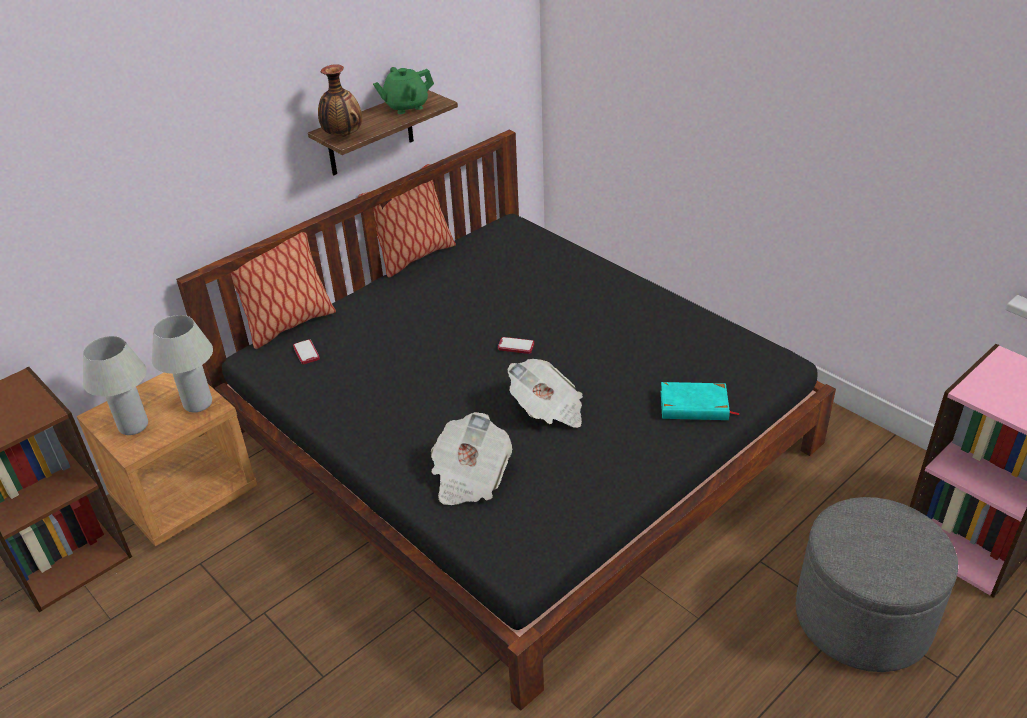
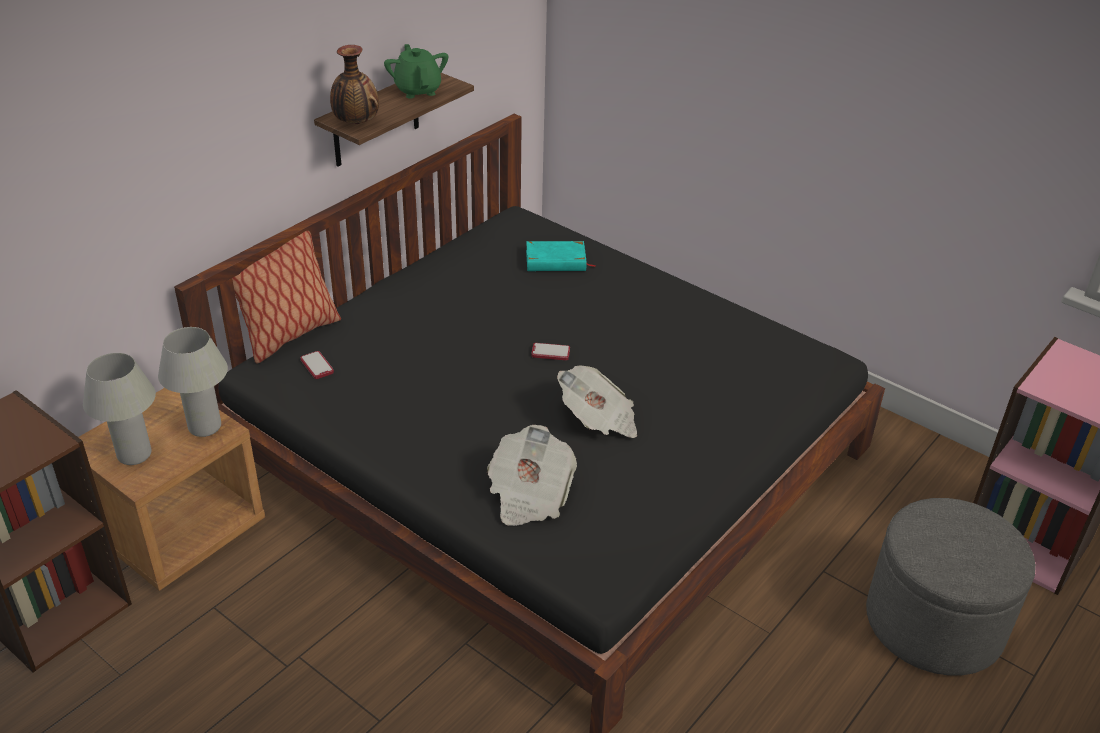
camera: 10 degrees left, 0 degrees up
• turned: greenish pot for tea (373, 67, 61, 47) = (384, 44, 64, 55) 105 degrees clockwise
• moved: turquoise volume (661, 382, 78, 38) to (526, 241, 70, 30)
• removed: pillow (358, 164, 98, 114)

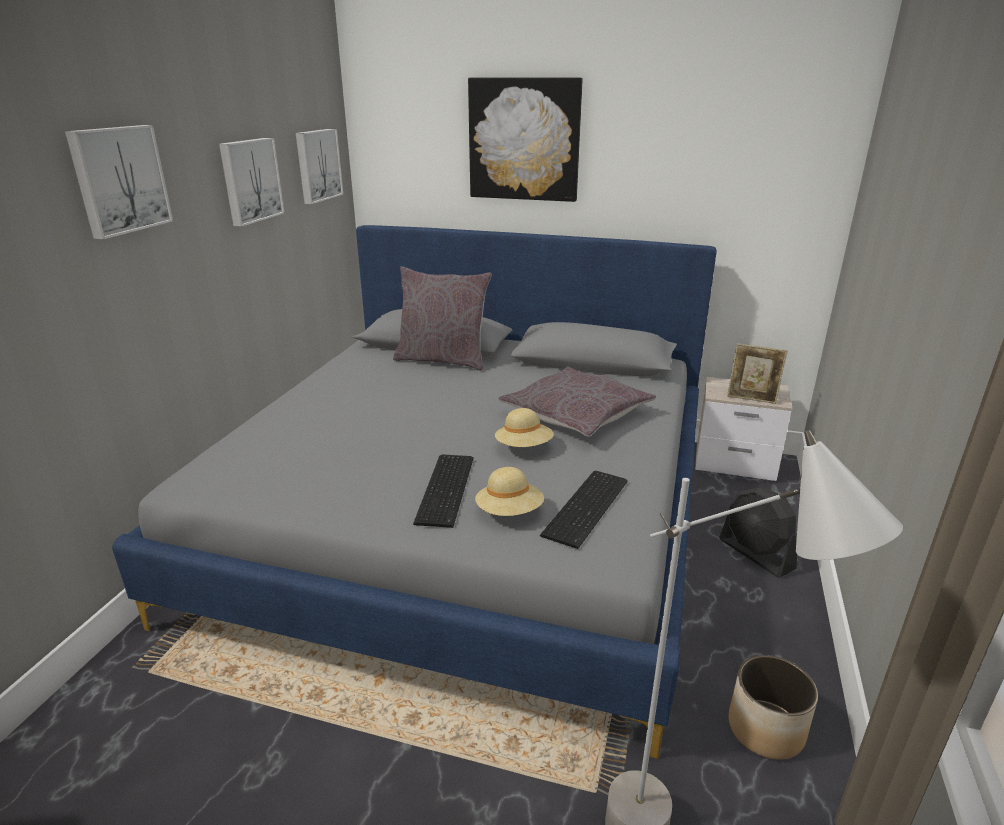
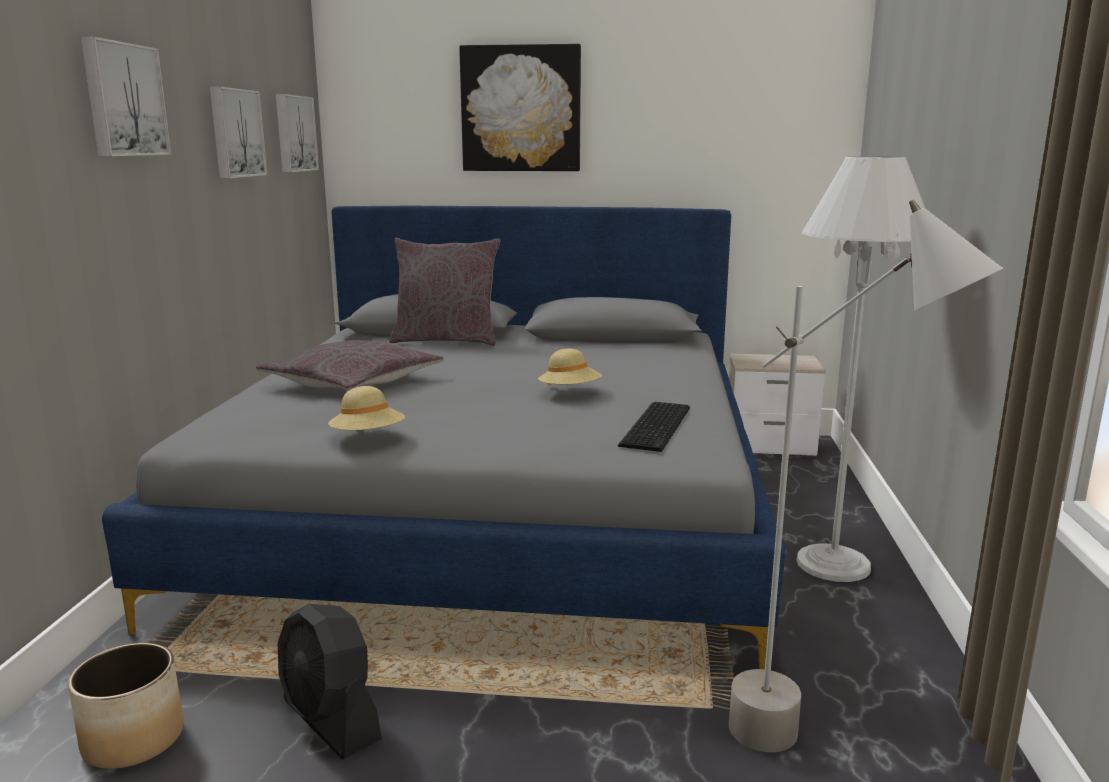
camera: 10 degrees left, 10 degrees down
• moved: planter (729, 655, 89, 105) to (68, 643, 116, 126)
• moved: grey pillow (498, 367, 158, 70) to (256, 340, 188, 50)
• moved: black-coloured electric fan (719, 488, 78, 90) to (278, 604, 104, 155)
• moved: beige wearable hat (475, 467, 69, 49) to (328, 386, 77, 44)
• added: white-coloured floor lamp (796, 156, 129, 426)
• removed: computer keyboard (413, 454, 61, 74)
• removed: standing frame (727, 343, 61, 61)

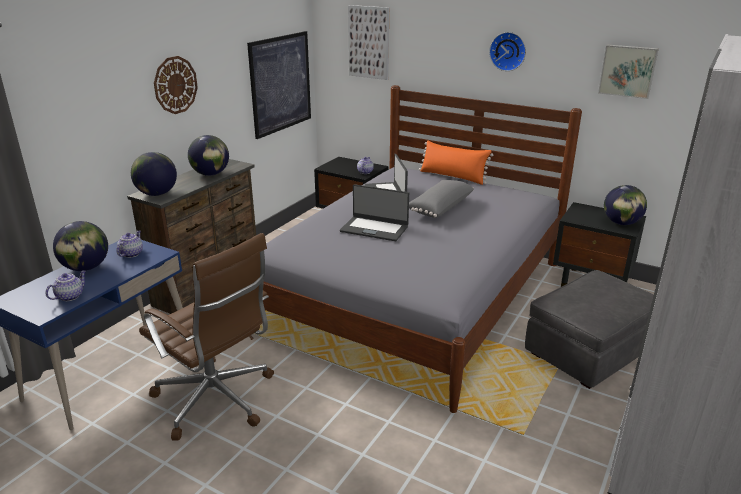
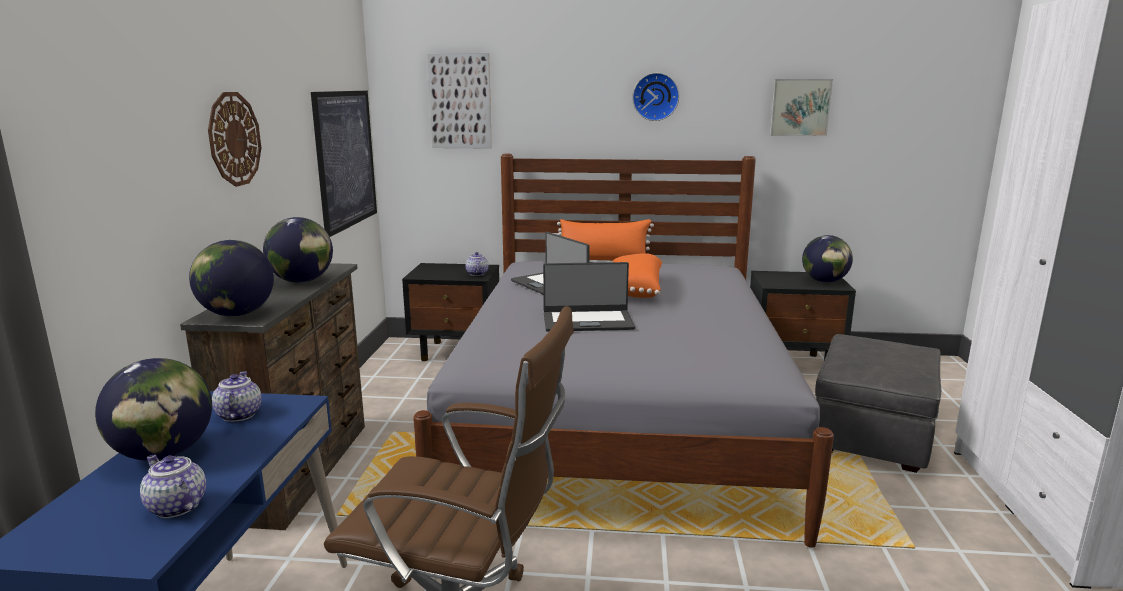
camera: 25 degrees left, 10 degrees down
• turned: pot for tea (45, 270, 41, 31) = (140, 454, 66, 64) 60 degrees counterclockwise
• recoloured: grey pillow (409, 180, 65, 38) to orange-coloured pillow (613, 253, 49, 45)

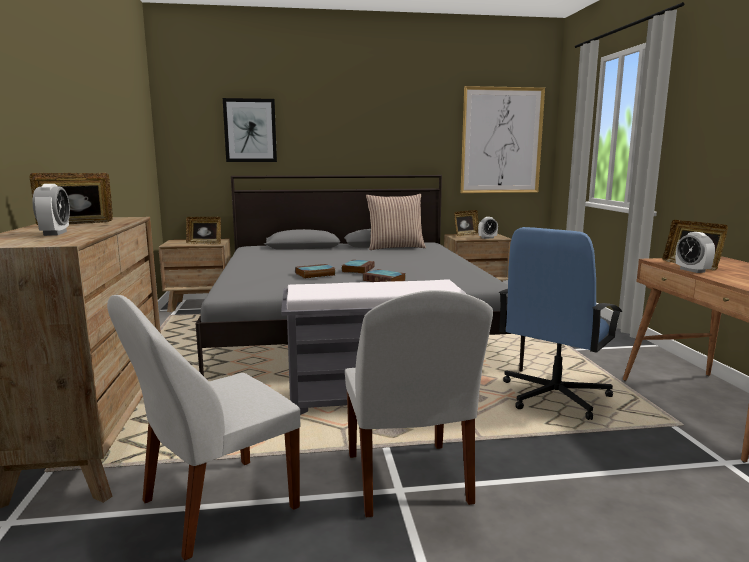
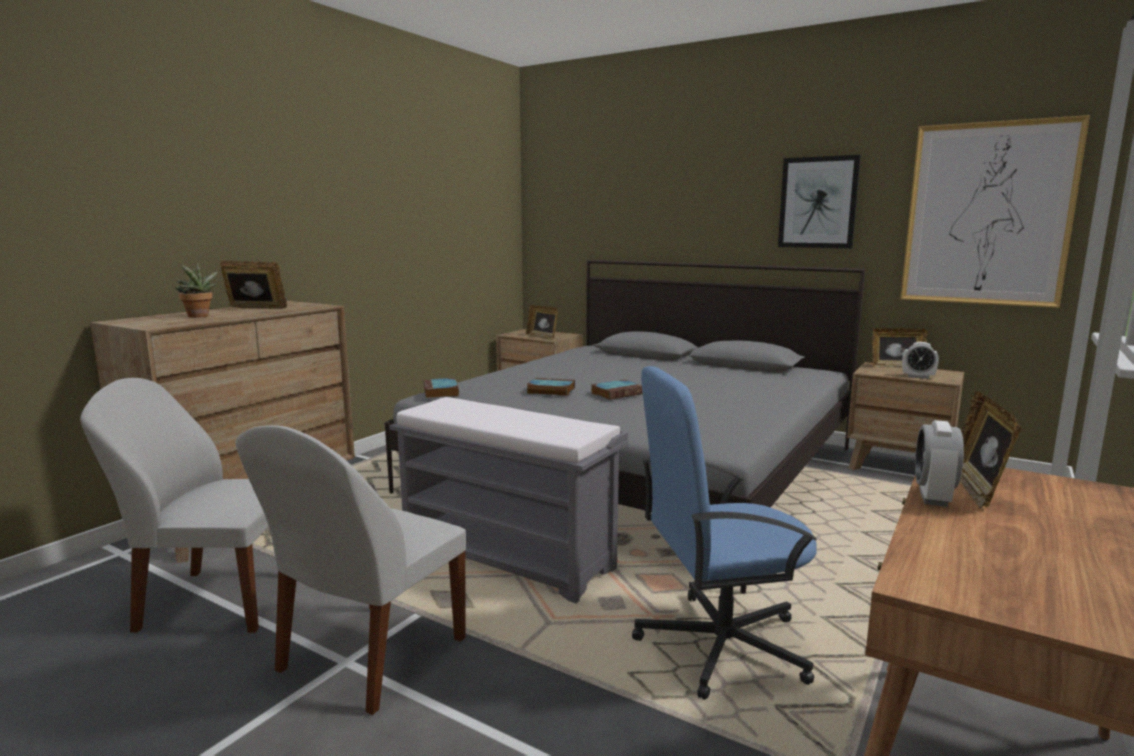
camera: 40 degrees right, 0 degrees up
• replaced: alarm clock (33, 184, 37, 52) to plant in a pot (174, 262, 44, 56)
• moved: volume (363, 269, 43, 13) to (423, 378, 36, 20)
• moved: wall picture (223, 98, 54, 64) to (778, 155, 83, 93)
• removed: pillow (366, 194, 60, 56)

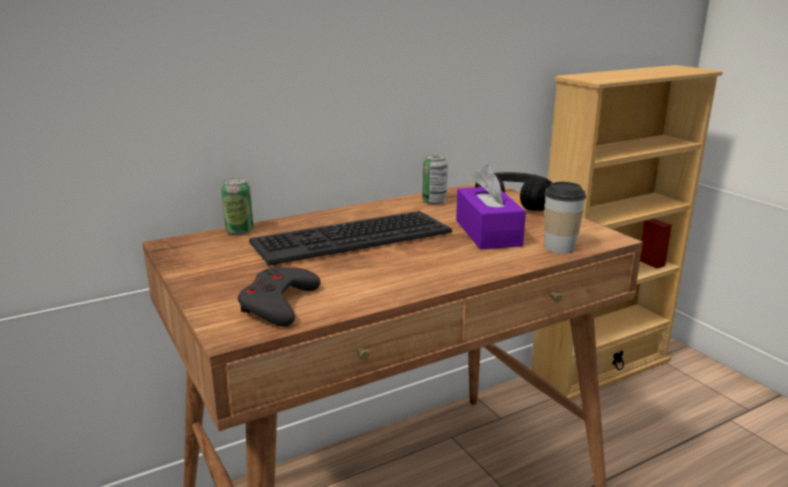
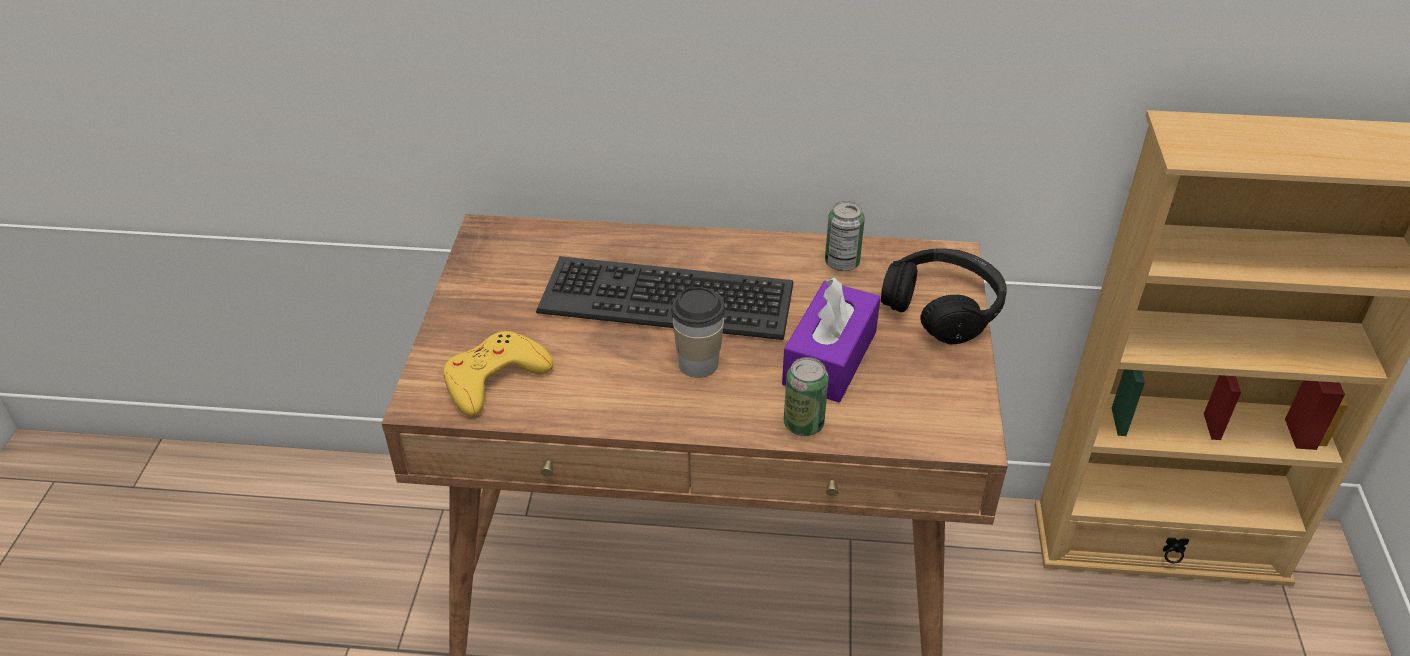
camera: 35 degrees right, 20 degrees up
• recoloured: grey game controller (238, 267, 83, 60) to yellow-coloured game controller (443, 331, 110, 86)
• moved: small cup (544, 182, 42, 71) to (671, 287, 54, 91)
• moved: metal can (221, 178, 32, 57) to (784, 357, 45, 79)

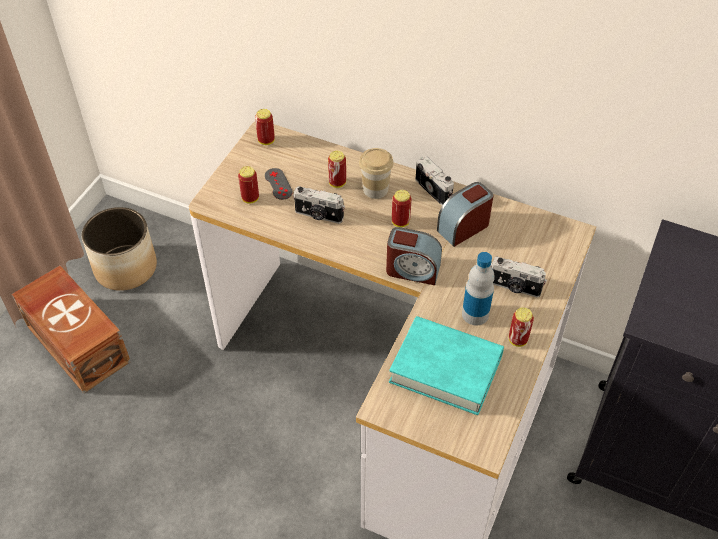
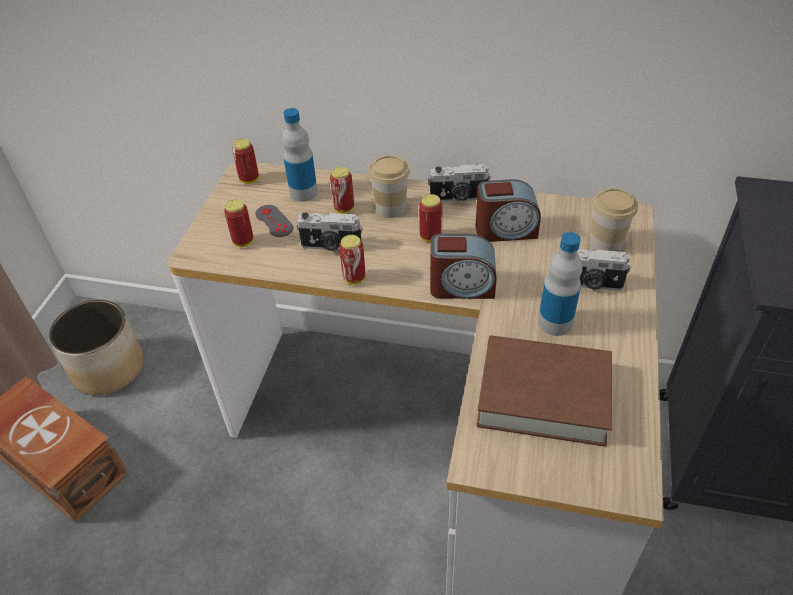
camera: 10 degrees left, 5 degrees down
• added: beverage bottle (282, 108, 36, 94)
• moved: metal can (509, 308, 25, 39) to (339, 235, 26, 50)
• turned: still camera (415, 156, 39, 49) = (428, 164, 63, 38) 135 degrees clockwise
• turned: alarm clock (437, 182, 56, 65) = (476, 179, 65, 63) 135 degrees counterclockwise
• recoloured: turquoise volume (389, 316, 115, 99) to brown-coloured volume (476, 335, 136, 112)
• added: small cup (590, 188, 48, 63)

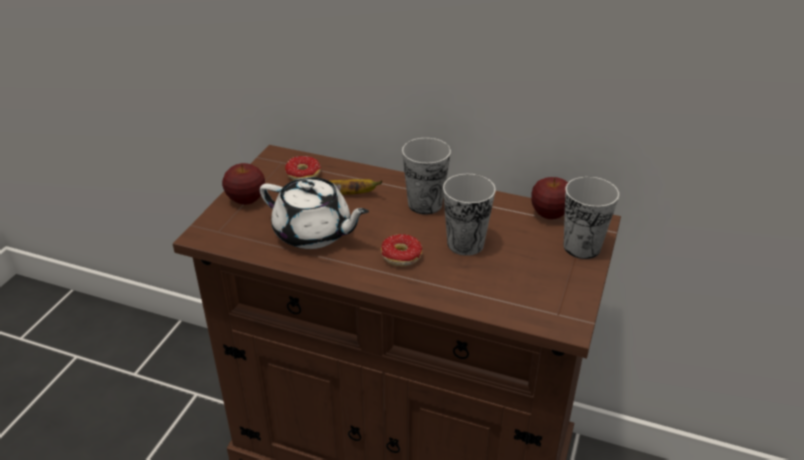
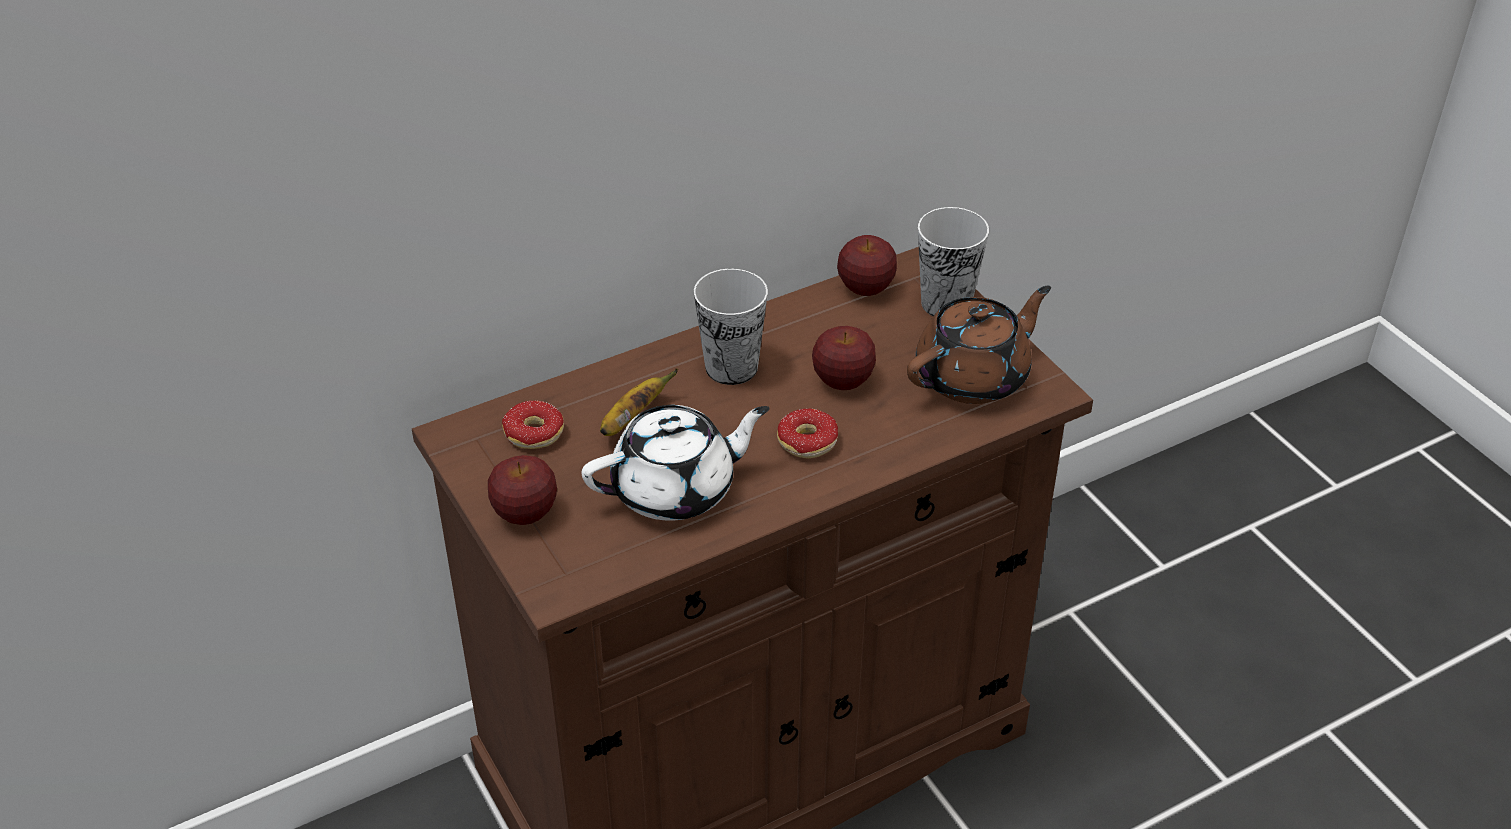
camera: 50 degrees left, 5 degrees up
• replaced: small cup (443, 174, 53, 82) to whole apple (812, 326, 64, 64)
• added: brown-coloured pot for tea (907, 286, 144, 118)

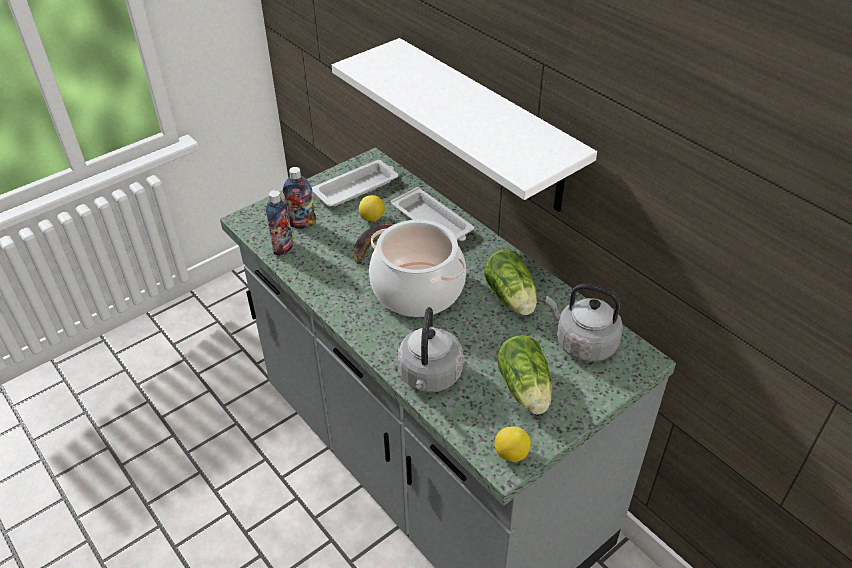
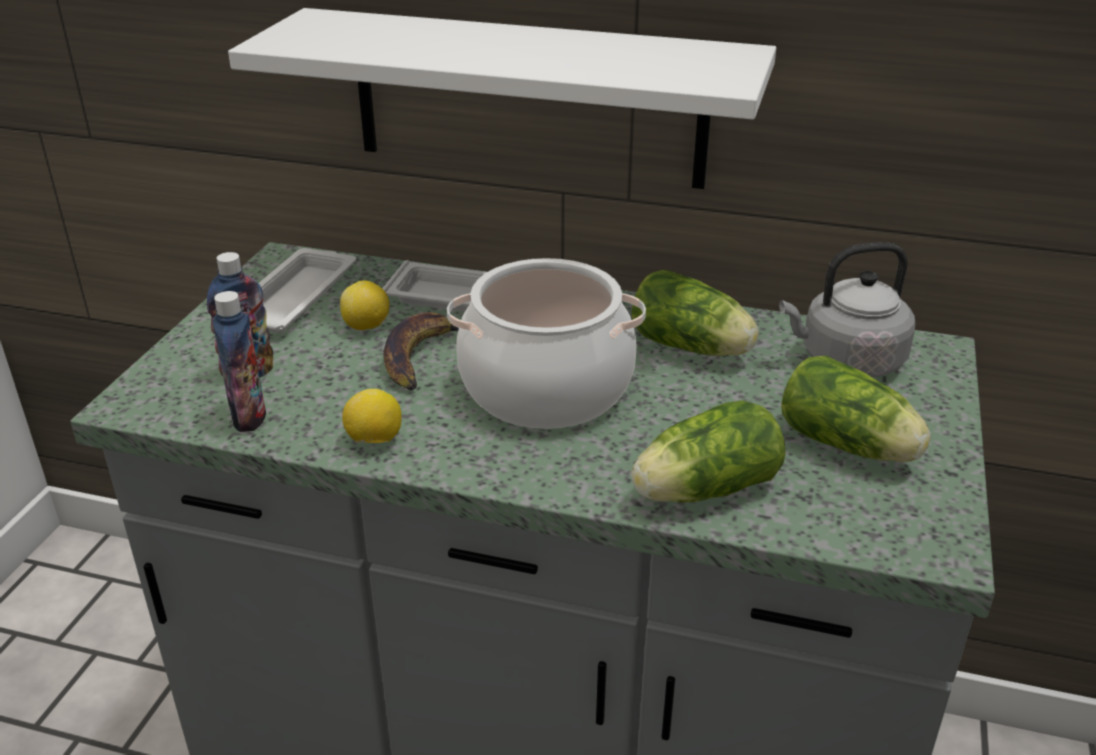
camera: 35 degrees left, 10 degrees down
• moved: whole lemon (494, 426, 37, 36) to (342, 389, 59, 54)
• replaced: grey water kettle (398, 307, 65, 85) to lettuce head (631, 400, 155, 103)

